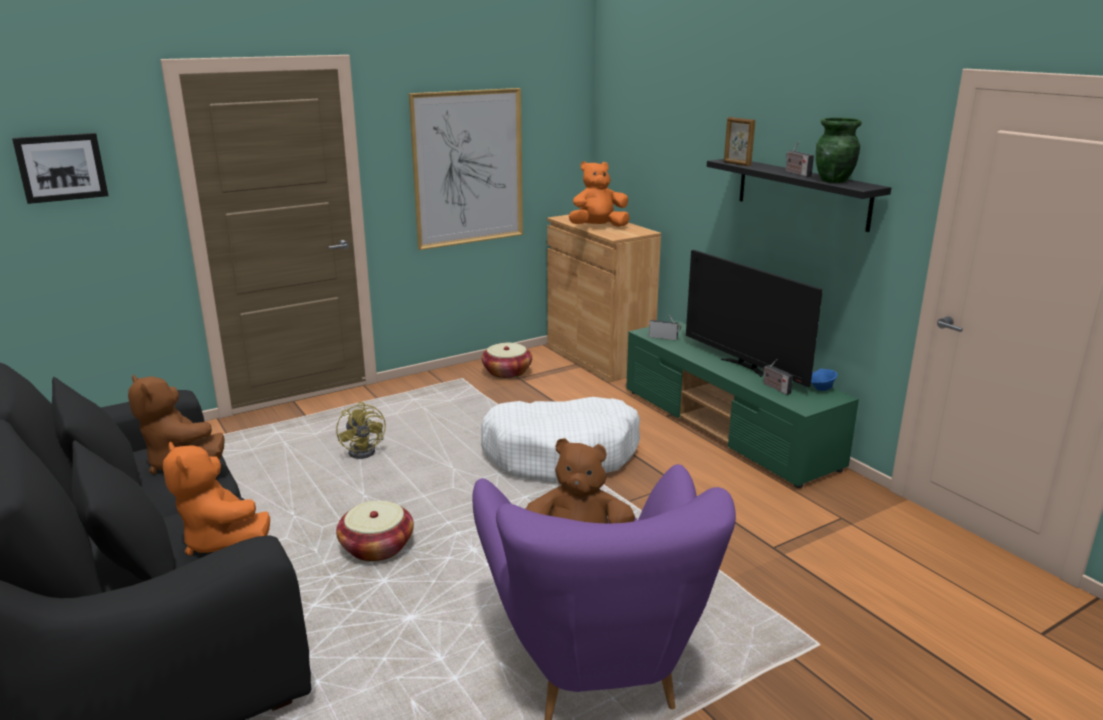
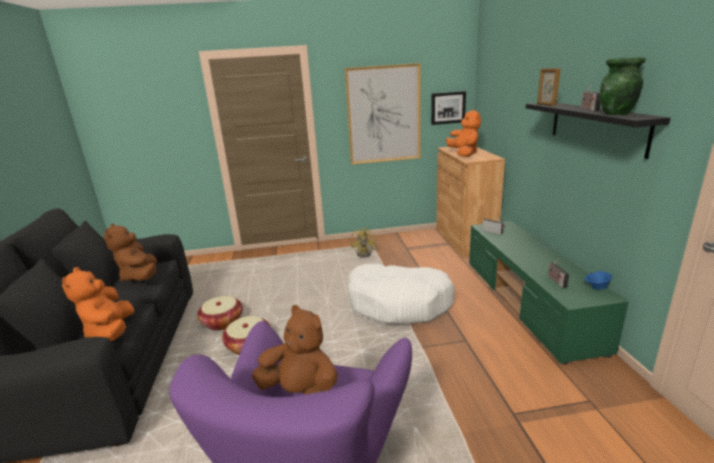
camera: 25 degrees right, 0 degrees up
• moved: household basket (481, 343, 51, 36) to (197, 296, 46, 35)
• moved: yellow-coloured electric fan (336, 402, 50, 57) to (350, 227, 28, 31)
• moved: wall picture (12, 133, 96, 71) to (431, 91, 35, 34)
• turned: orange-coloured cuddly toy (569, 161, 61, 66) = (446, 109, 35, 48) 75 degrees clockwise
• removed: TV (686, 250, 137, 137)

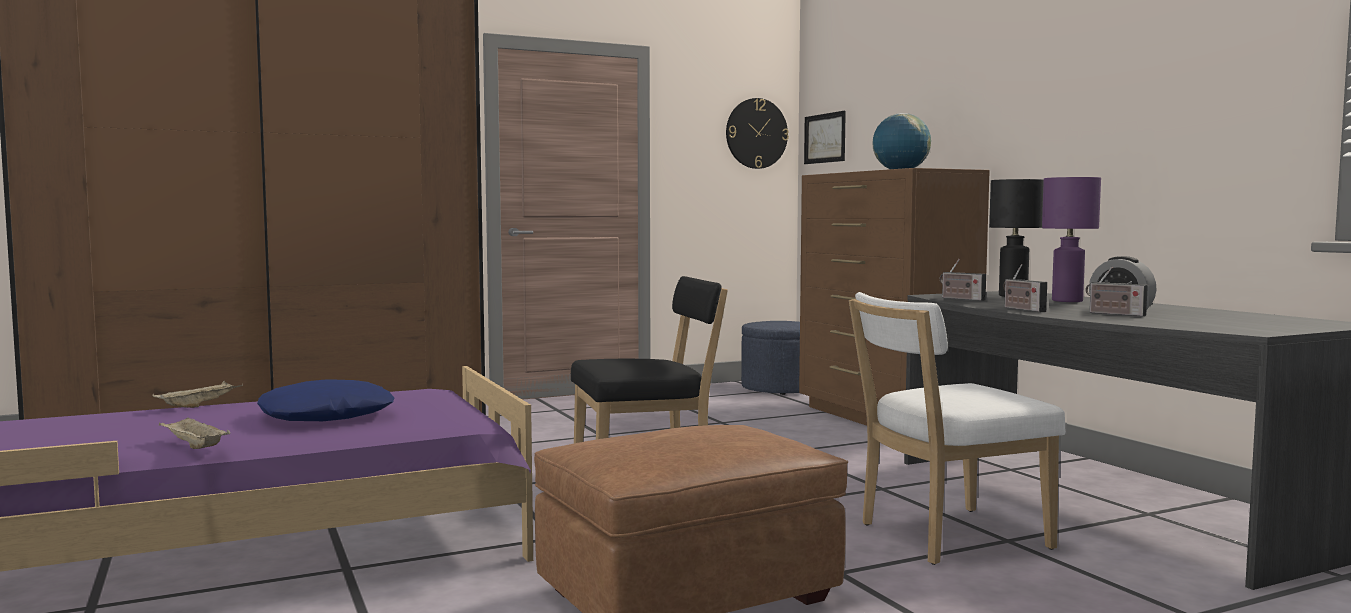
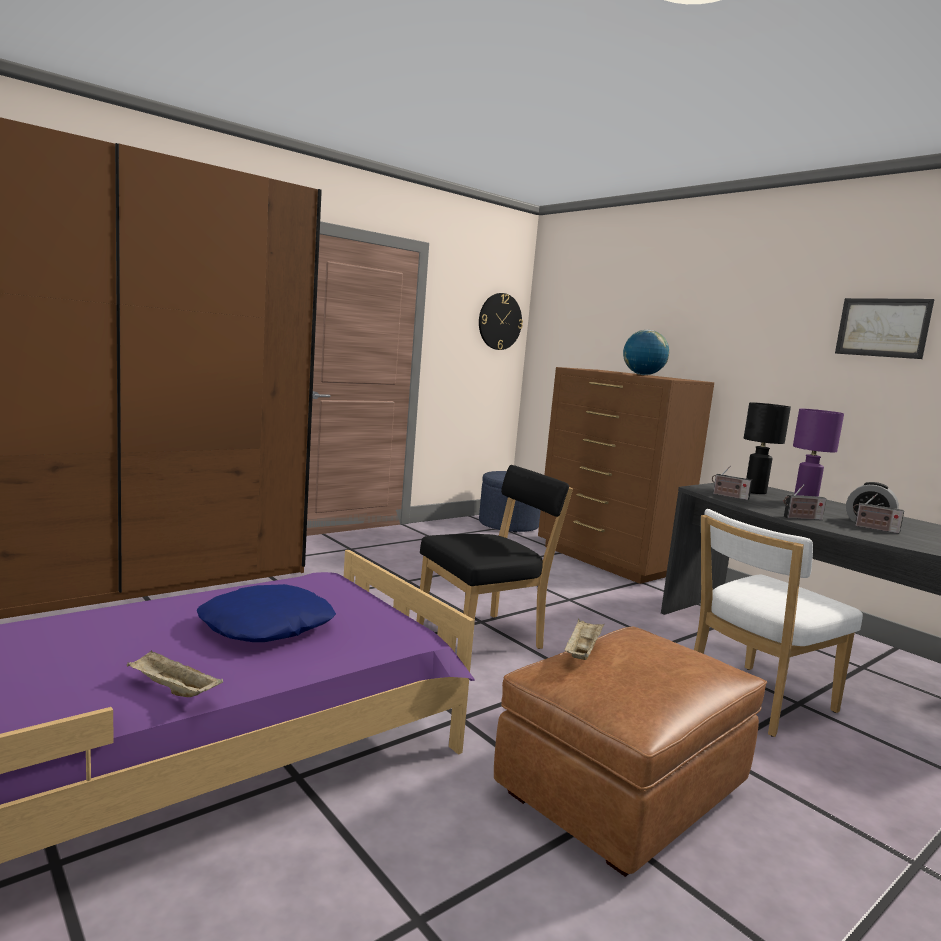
camera: 15 degrees left, 5 degrees up
• moved: beige carrying tray (152, 381, 91, 27) to (564, 618, 41, 42)
• turned: radio (1003, 264, 44, 48) = (784, 484, 42, 36) 60 degrees counterclockwise
• moved: wall picture (804, 111, 42, 53) to (835, 298, 100, 61)

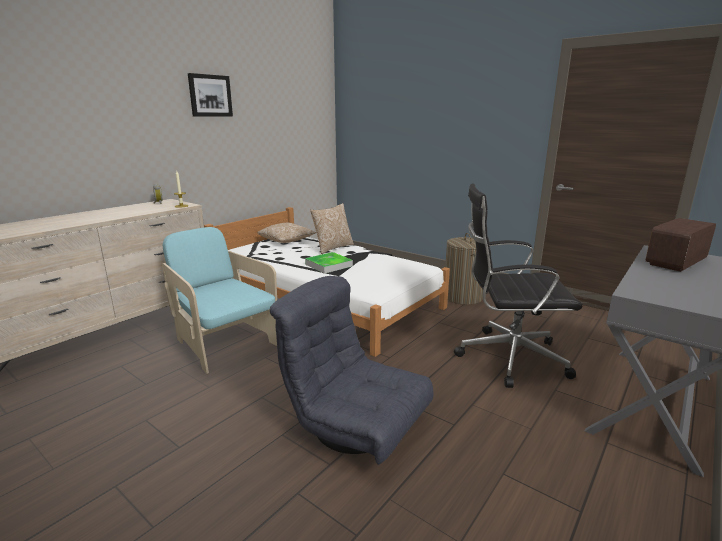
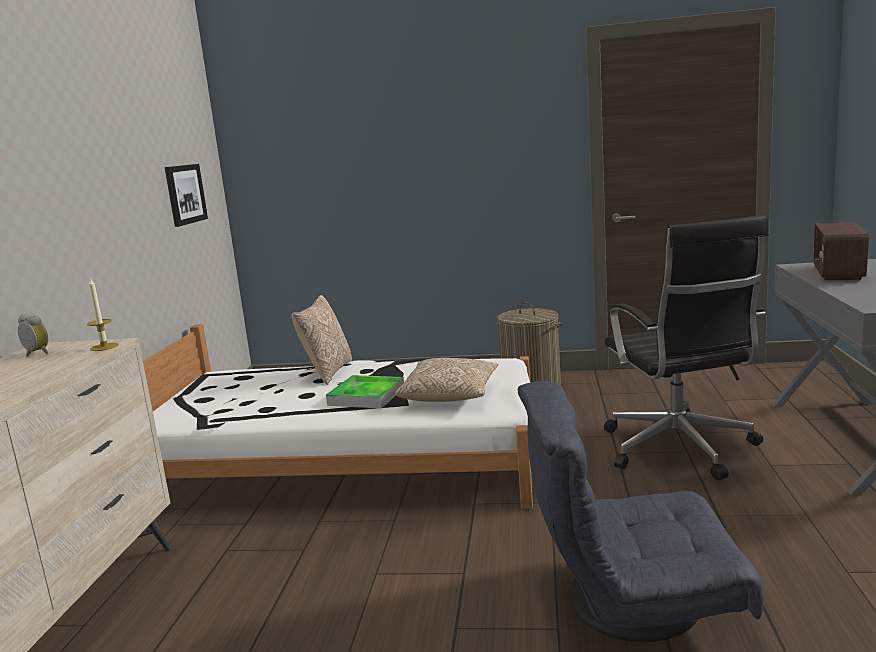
camera: 30 degrees left, 5 degrees down
• moved: wall picture (188, 73, 45, 44) to (165, 164, 43, 63)
• moved: pillow (257, 223, 59, 20) to (395, 358, 103, 44)
• turned: black-coloured desk chair (454, 183, 128, 205) = (604, 215, 165, 265) 75 degrees counterclockwise
• removed: turquoise easy chair (162, 227, 115, 147)

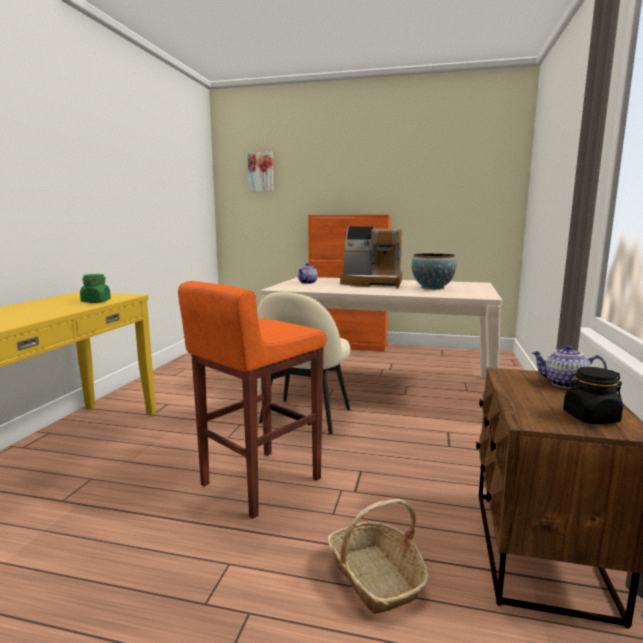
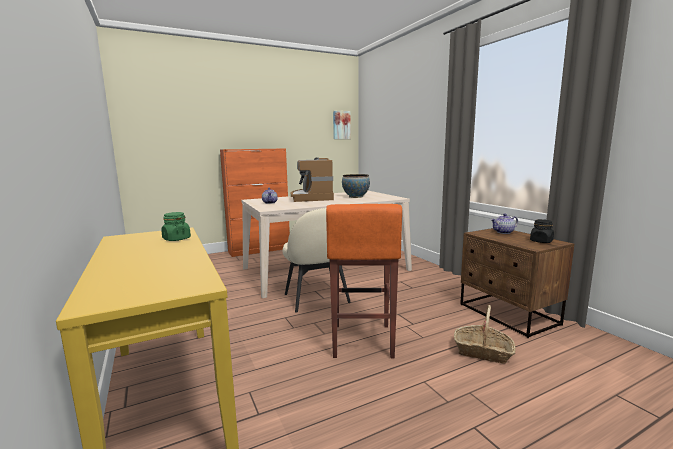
camera: 40 degrees left, 0 degrees up
• turned: coffee maker (340, 227, 62, 61) = (291, 157, 43, 45) 105 degrees clockwise
• moved: wall picture (248, 152, 25, 40) to (333, 111, 18, 28)

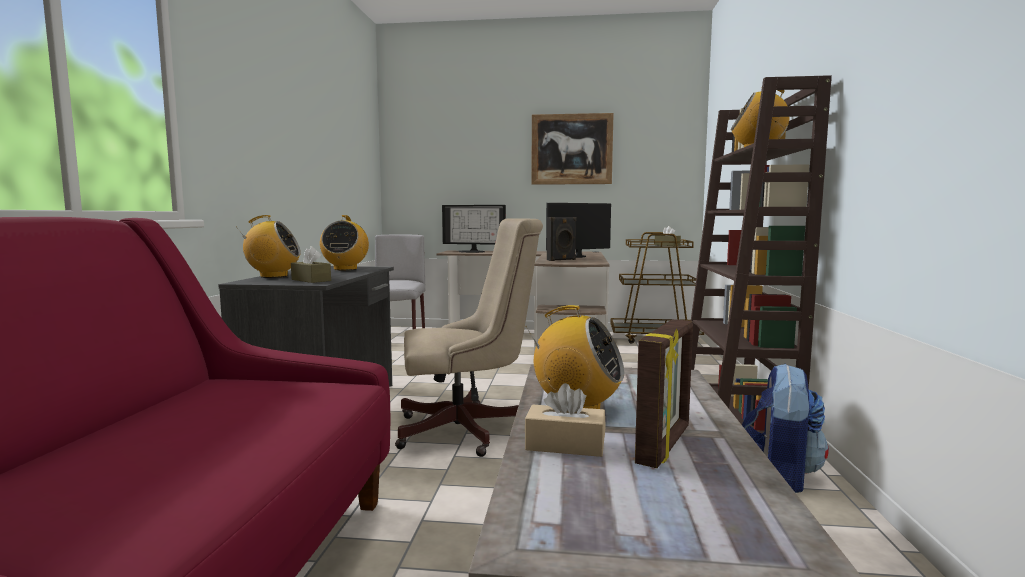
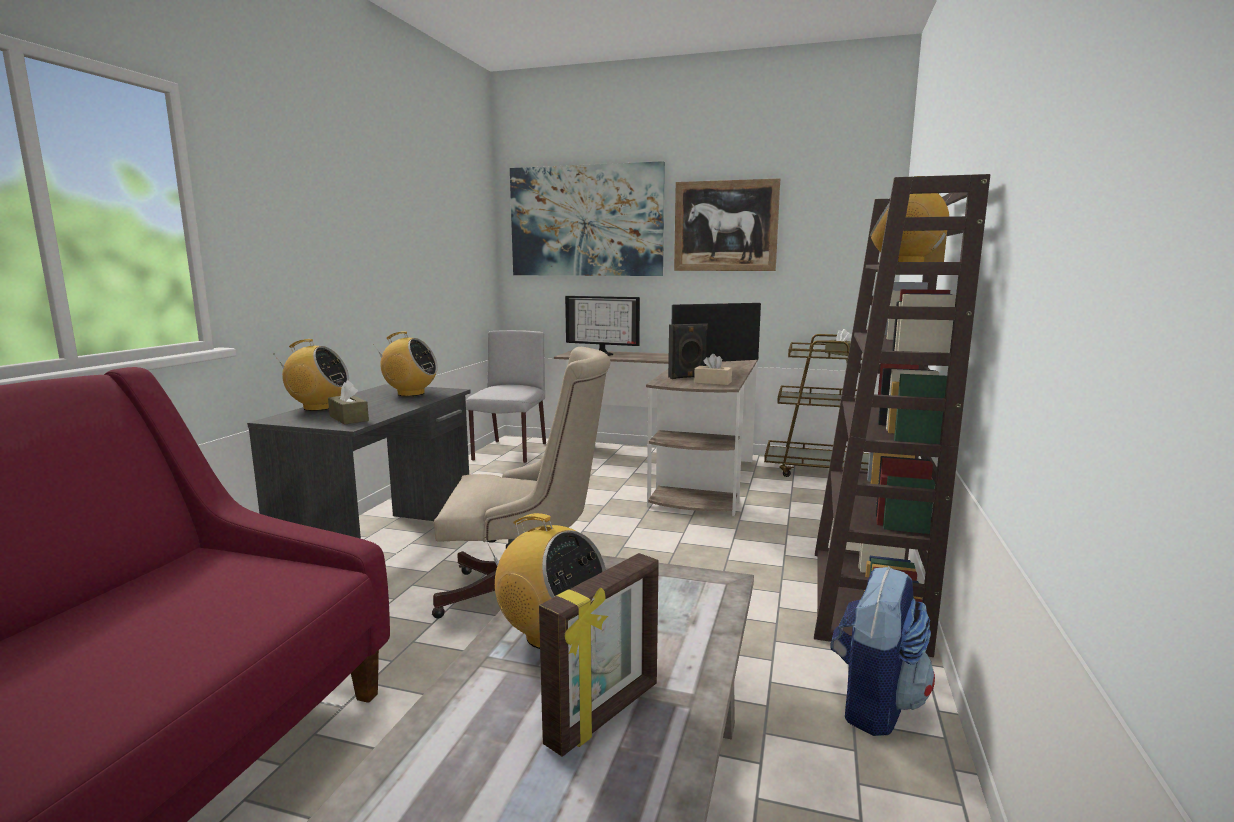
camera: 10 degrees right, 5 degrees up
• turned: radio (320, 215, 49, 55) = (373, 331, 65, 66) 90 degrees counterclockwise
• added: wall picture (510, 161, 155, 115)
• moved: beige tissue box (525, 383, 81, 74) to (694, 354, 38, 31)

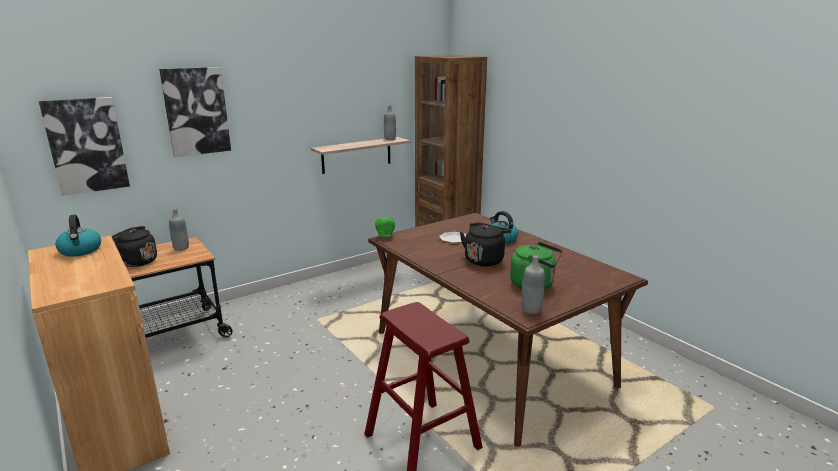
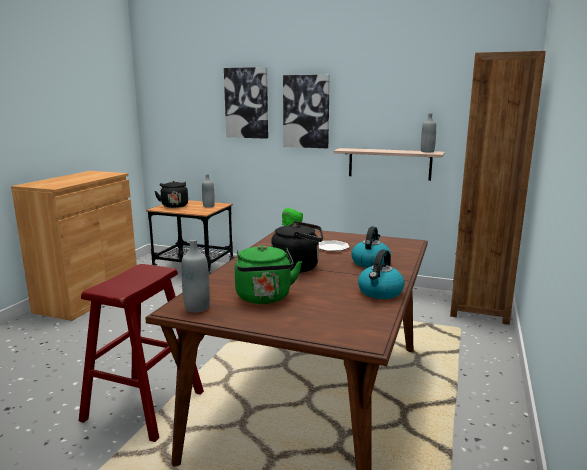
camera: 55 degrees right, 5 degrees down
• moved: wall picture (39, 97, 91, 99) to (283, 75, 47, 73)
• moved: water kettle (55, 215, 46, 42) to (358, 249, 47, 50)

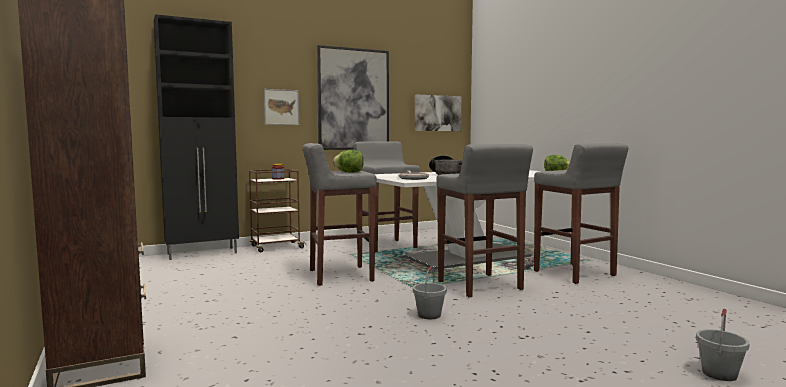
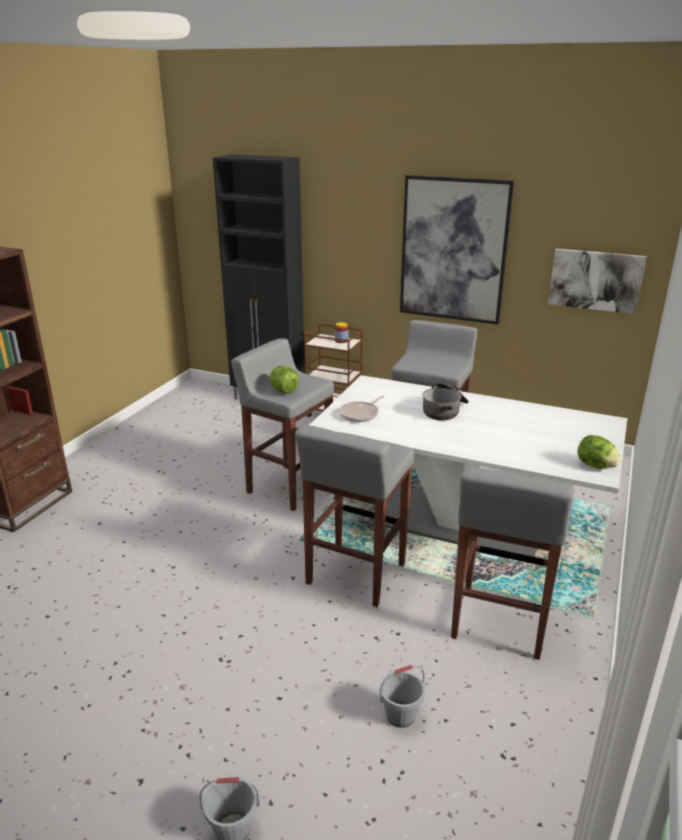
camera: 50 degrees right, 20 degrees up
• moved: grey pail (413, 266, 34, 53) to (380, 665, 45, 63)
• removed: wall picture (264, 89, 35, 36)

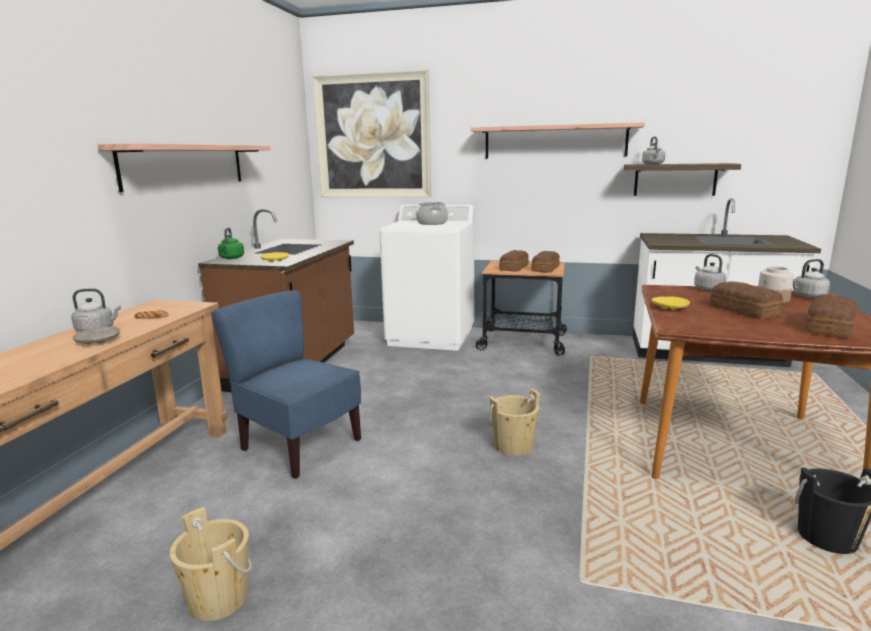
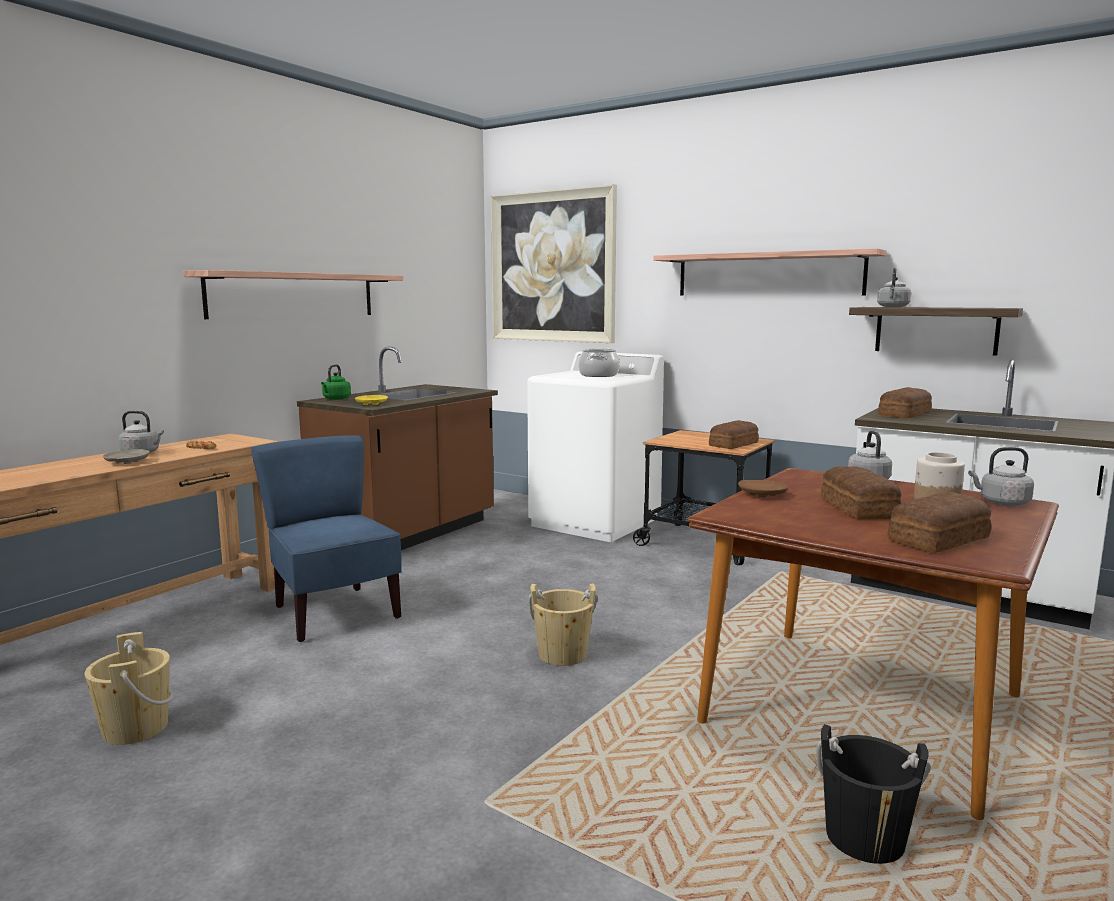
camera: 20 degrees right, 5 degrees down
• recoloured: yellow-coloured dinner plate (652, 296, 38, 14) to brown-coloured dinner plate (738, 480, 50, 17)
• moved: bakery bread (499, 250, 30, 22) to (878, 387, 54, 31)

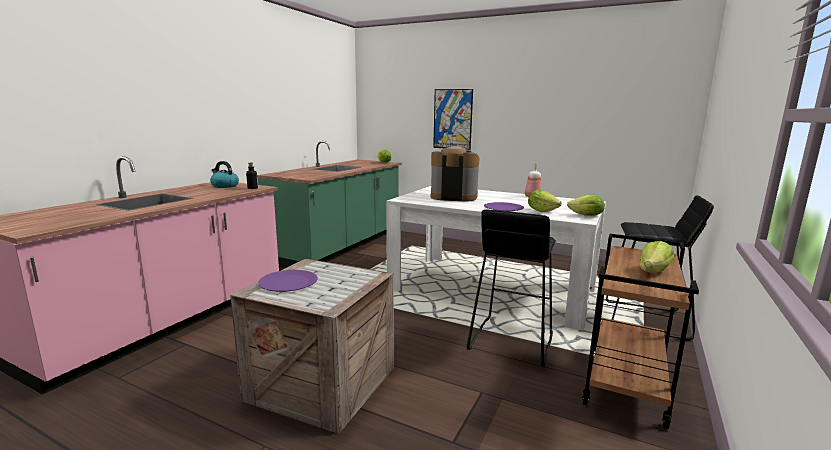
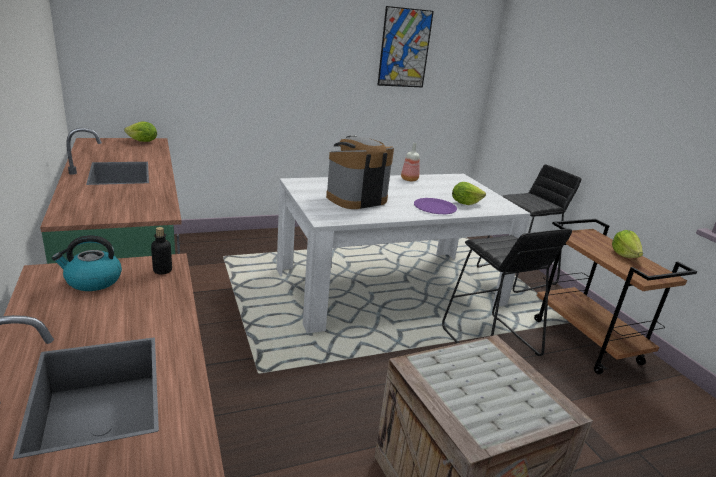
camera: 50 degrees left, 10 degrees up
• moved: wall picture (433, 89, 40, 61) to (378, 6, 56, 82)
• removed: purple-coloured dinner plate (258, 270, 60, 22)
• removed: lettuce head (567, 194, 38, 22)

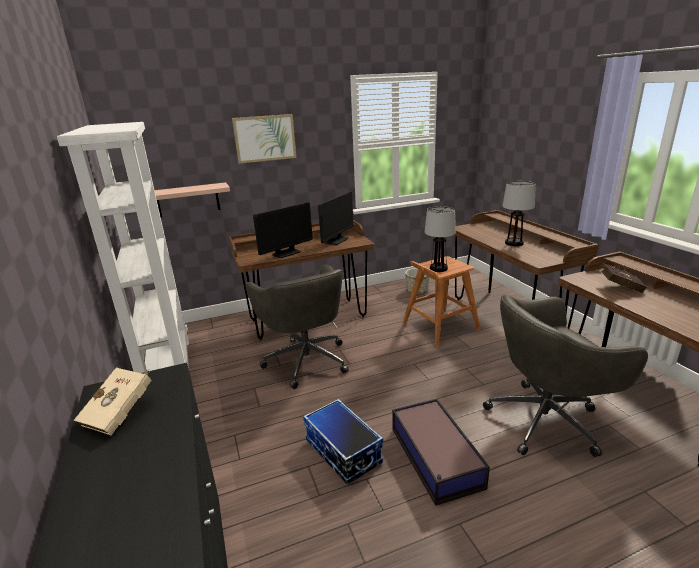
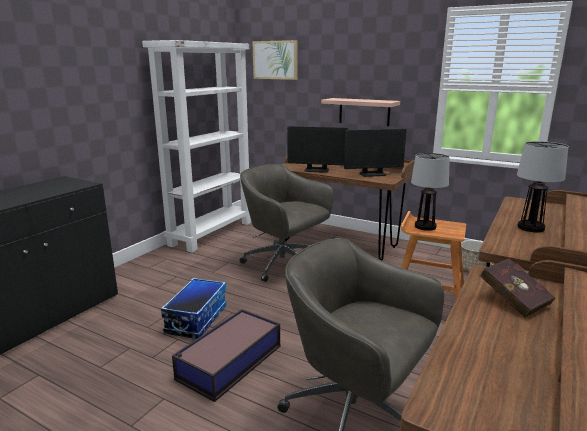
camera: 50 degrees right, 5 degrees down
• turned: grey desk chair (245, 265, 104, 124) = (240, 164, 94, 118) 105 degrees clockwise
• moved: wall picture (232, 114, 65, 50) to (252, 40, 46, 40)
• moved: wall shelf (155, 182, 75, 35) to (321, 98, 79, 28)
• removed: beige volume (74, 368, 78, 67)

